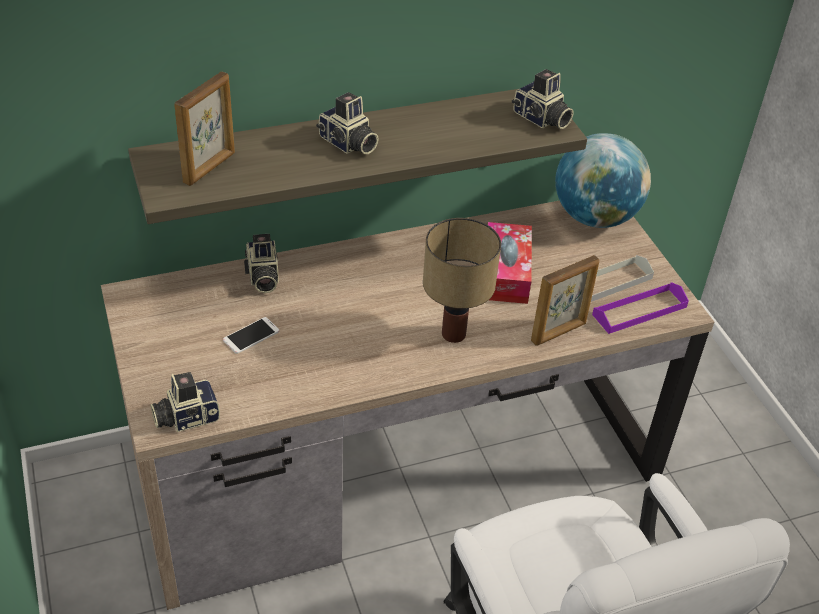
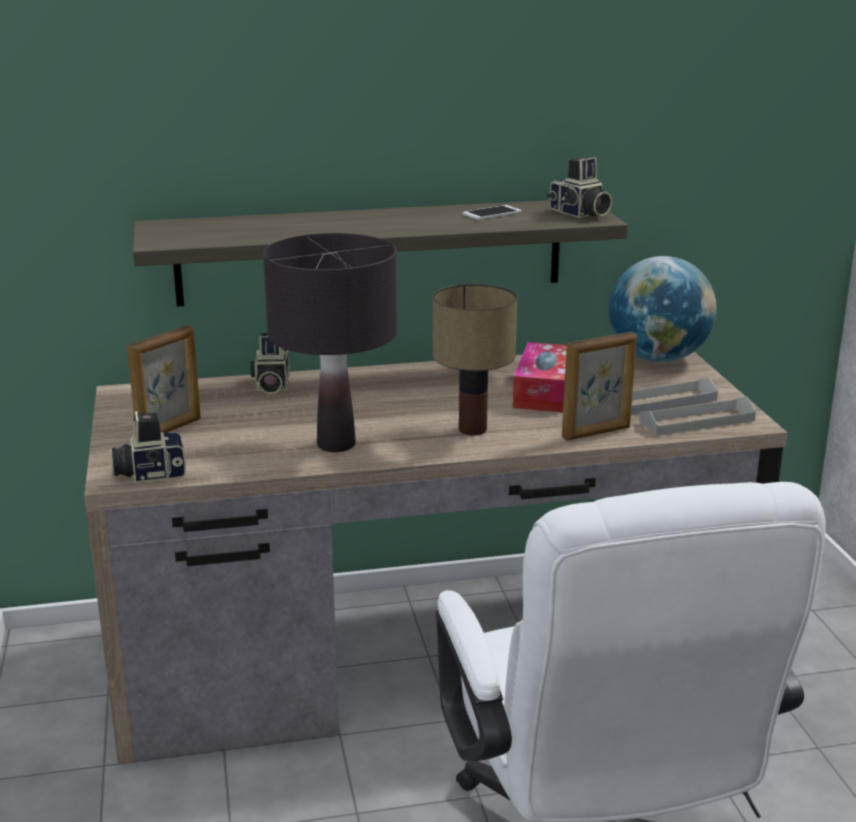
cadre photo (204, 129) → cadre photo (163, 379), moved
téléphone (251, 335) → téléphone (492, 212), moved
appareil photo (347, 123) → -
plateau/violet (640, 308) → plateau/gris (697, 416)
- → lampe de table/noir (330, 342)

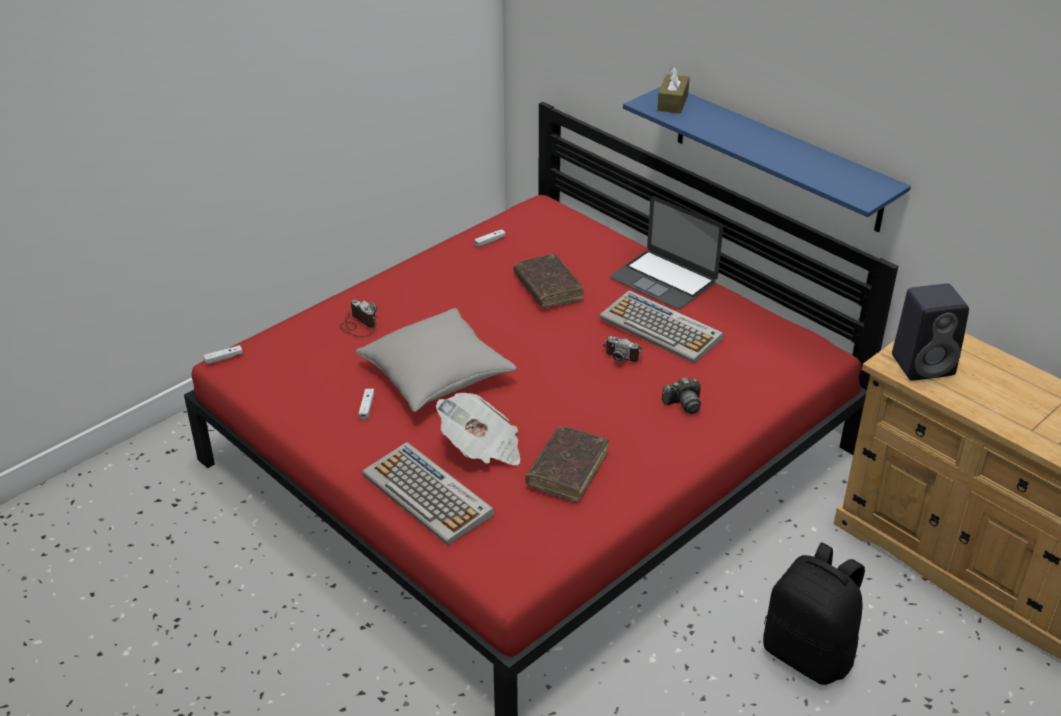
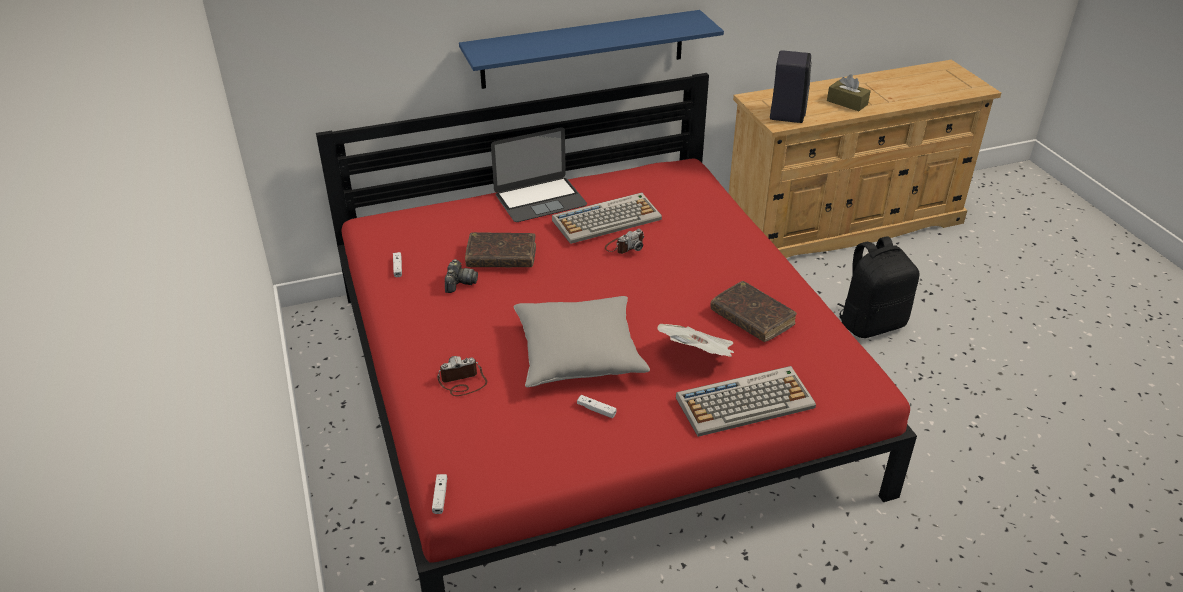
boîte à mouchoirs/marron (673, 90) → boîte à mouchoirs/marron (849, 93), moved
appareil photo (681, 395) → appareil photo (461, 276), moved

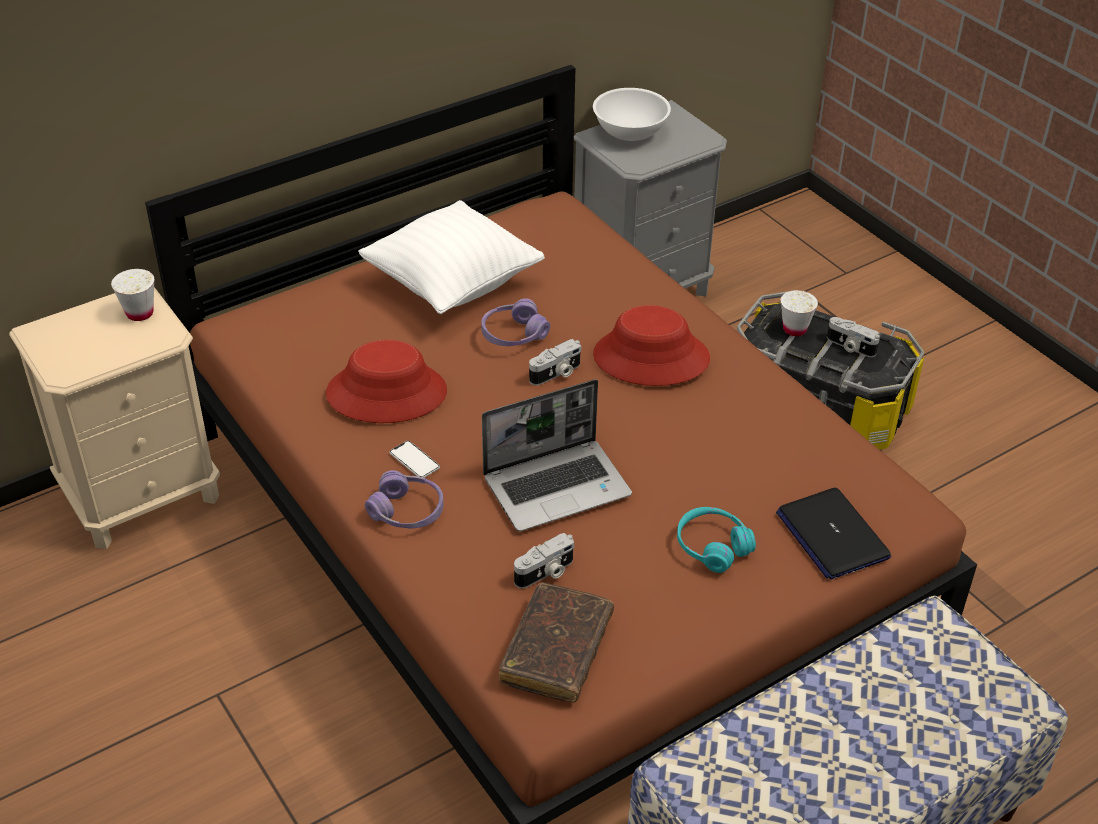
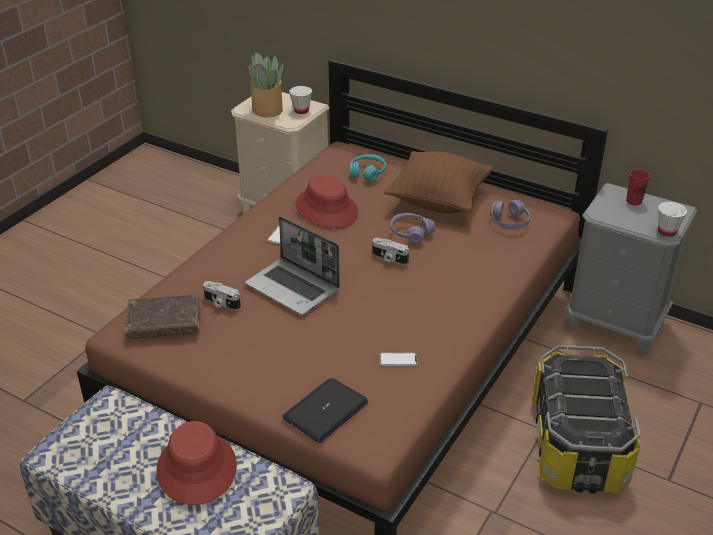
coussin/blanc (451, 257) → coussin/marron (438, 182)
casque audio/violet (404, 499) → casque audio/violet (510, 215), moved
bol/blanc (632, 114) → tasse/rouge (638, 187)
chapeau/rouge (651, 345) → chapeau/rouge (196, 463), moved
casque audio/turquoise (716, 540) → casque audio/turquoise (368, 167), moved
tasse/blanc (799, 313) → tasse/blanc (672, 219), moved
appareil photo (853, 337) → -
- → plante en pot (263, 85)
- → téléphone (399, 359)

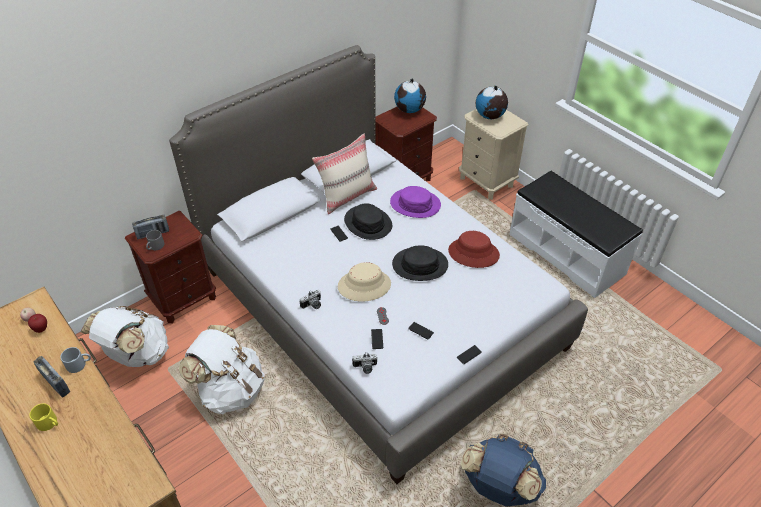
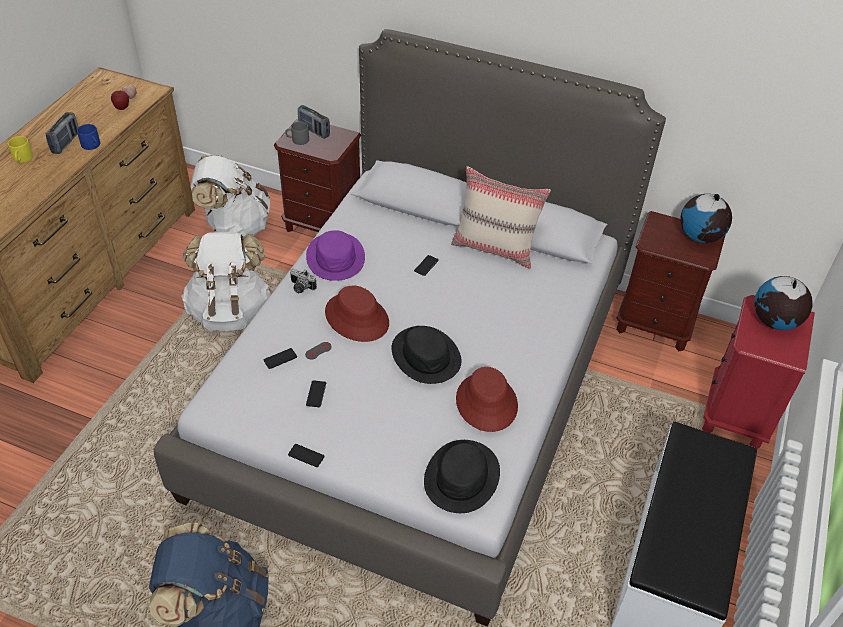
mug/gris (75, 360) → mug/bleu (88, 137)
chapeau/beige (364, 282) → chapeau/rouge (357, 313)
chapeau/noir (368, 221) → chapeau/noir (462, 476), moved
appareil photo (364, 363) → -
chapeau/violet (415, 202) → chapeau/violet (335, 255), moved
table de chevet/beige (494, 154) → table de chevet/rouge (758, 372)

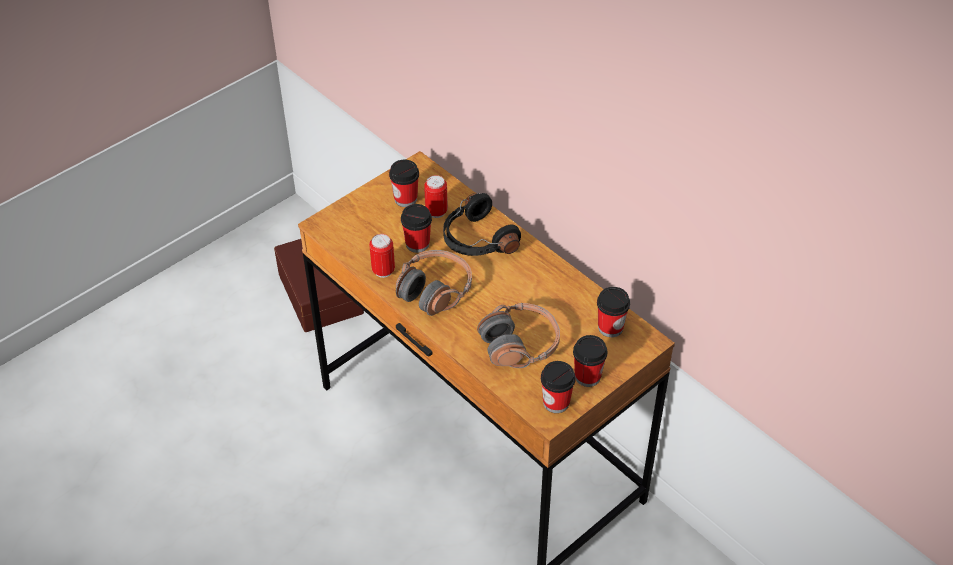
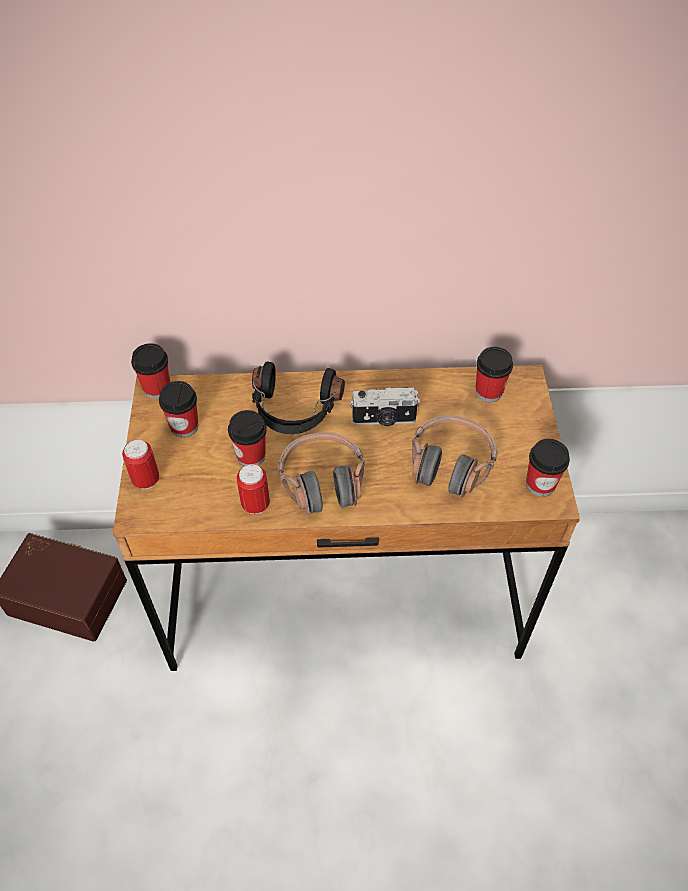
boîte métallique (436, 196) → boîte métallique (140, 464), moved
tasse (590, 361) → tasse (150, 371), moved
- → appareil photo (385, 406)

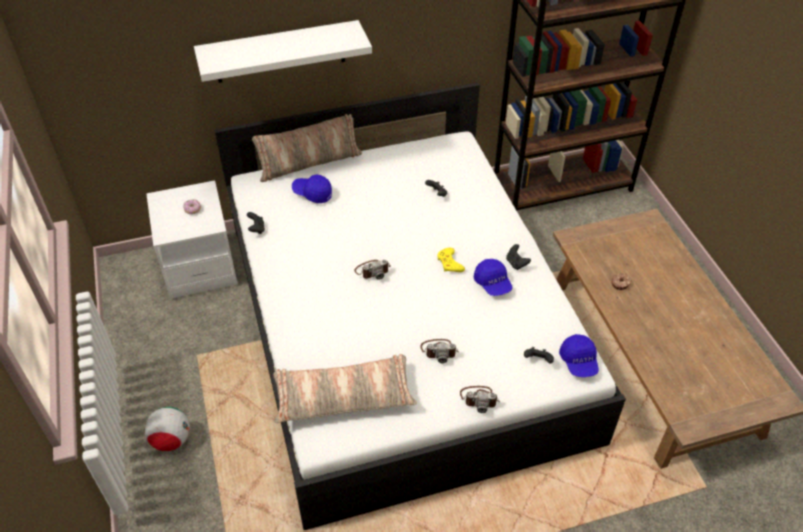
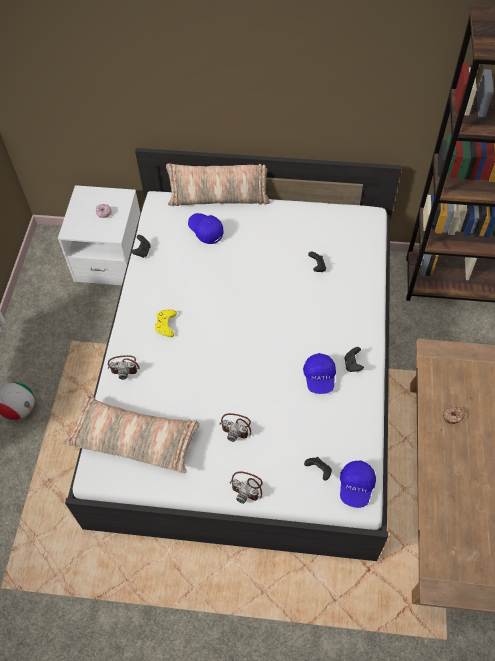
étagère/blanc (283, 51) → -
appareil photo (372, 270) → appareil photo (123, 367), moved
manette/jaune (451, 260) → manette/jaune (166, 323), moved

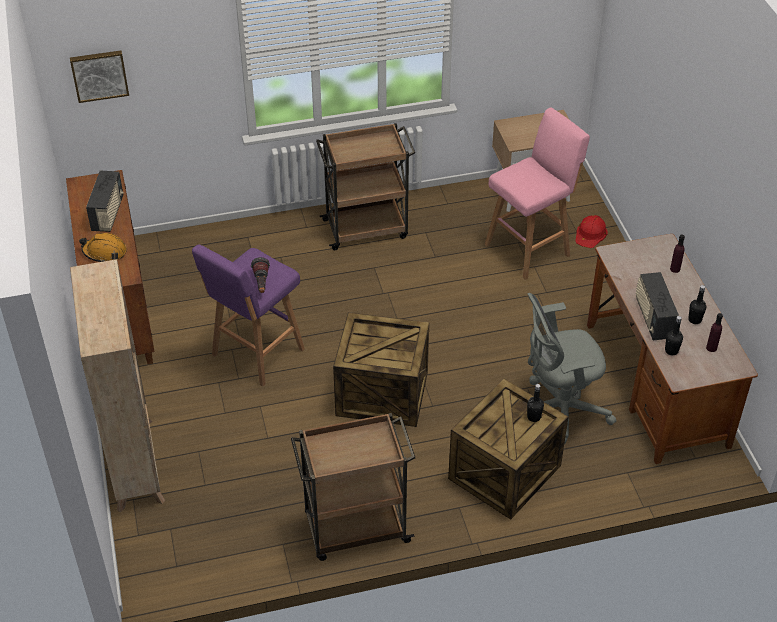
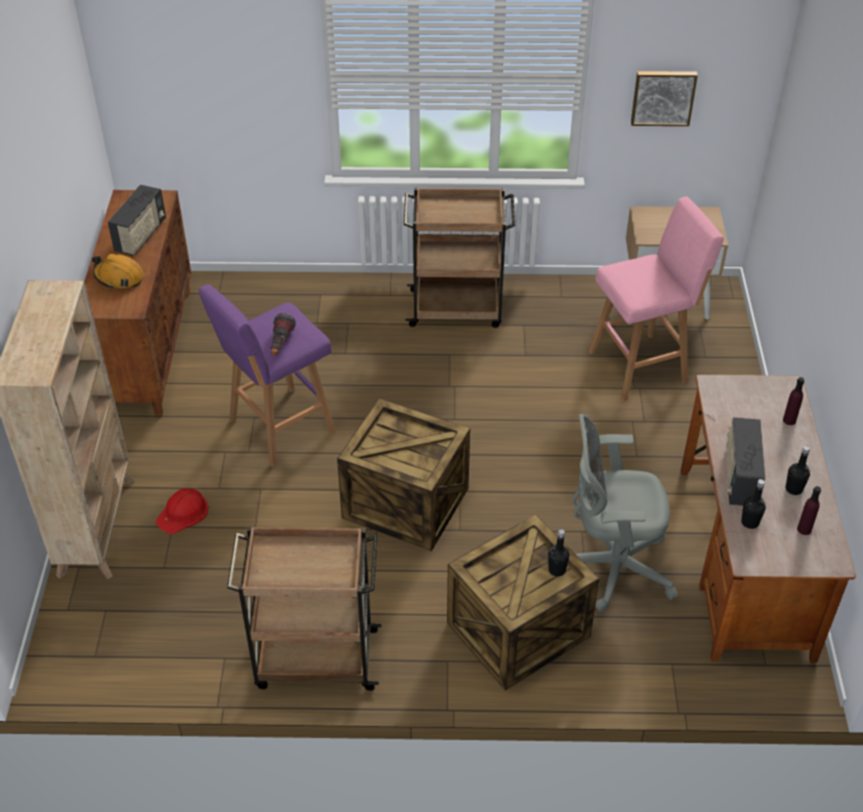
tableau (99, 76) → tableau (664, 98), moved
casque de chantier/rouge (591, 231) → casque de chantier/rouge (182, 511), moved

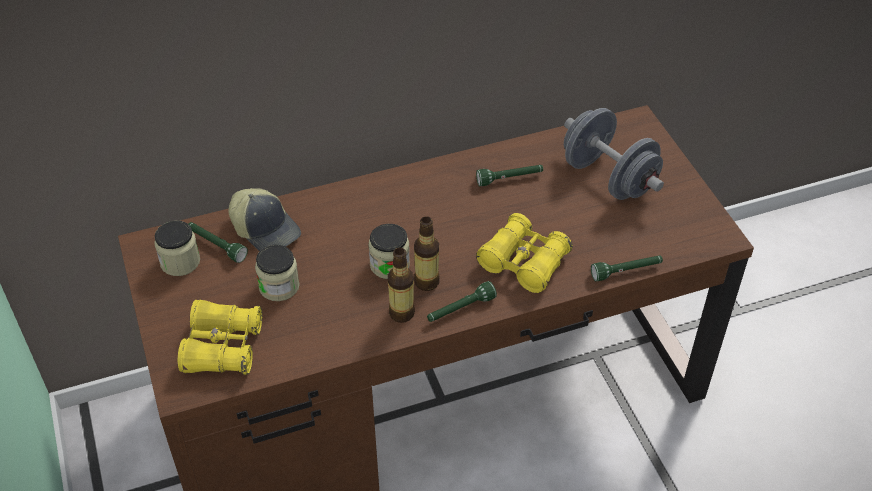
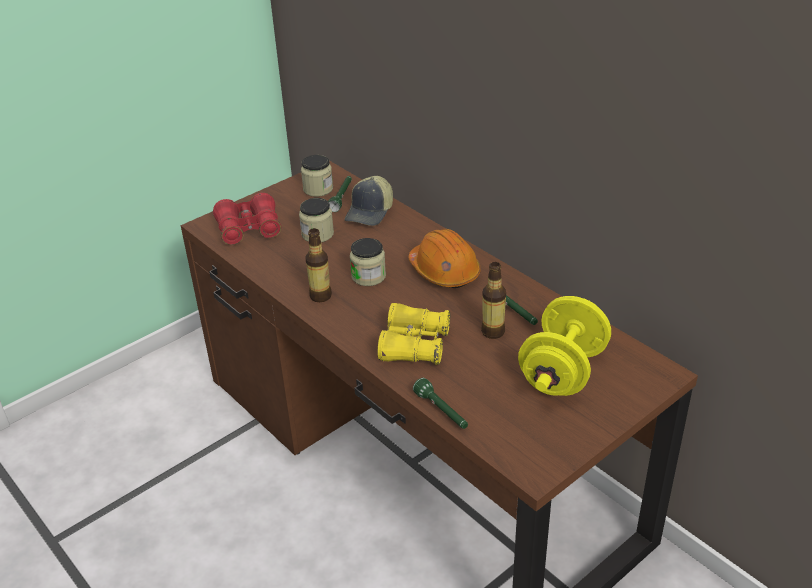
jumelles/jaune (220, 337) → jumelles/rouge (247, 219)
bouteille (427, 253) → bouteille (493, 300), moved
lampe de poche/vert (462, 301) → -
haltère/gris (614, 154) → haltère/jaune (564, 346)
- → casque de chantier/orange (444, 258)

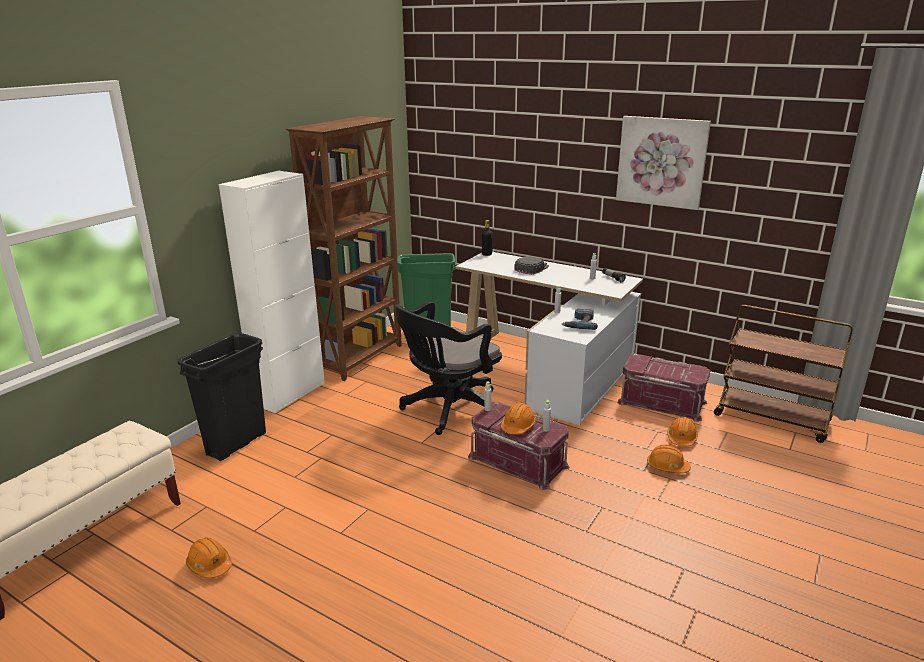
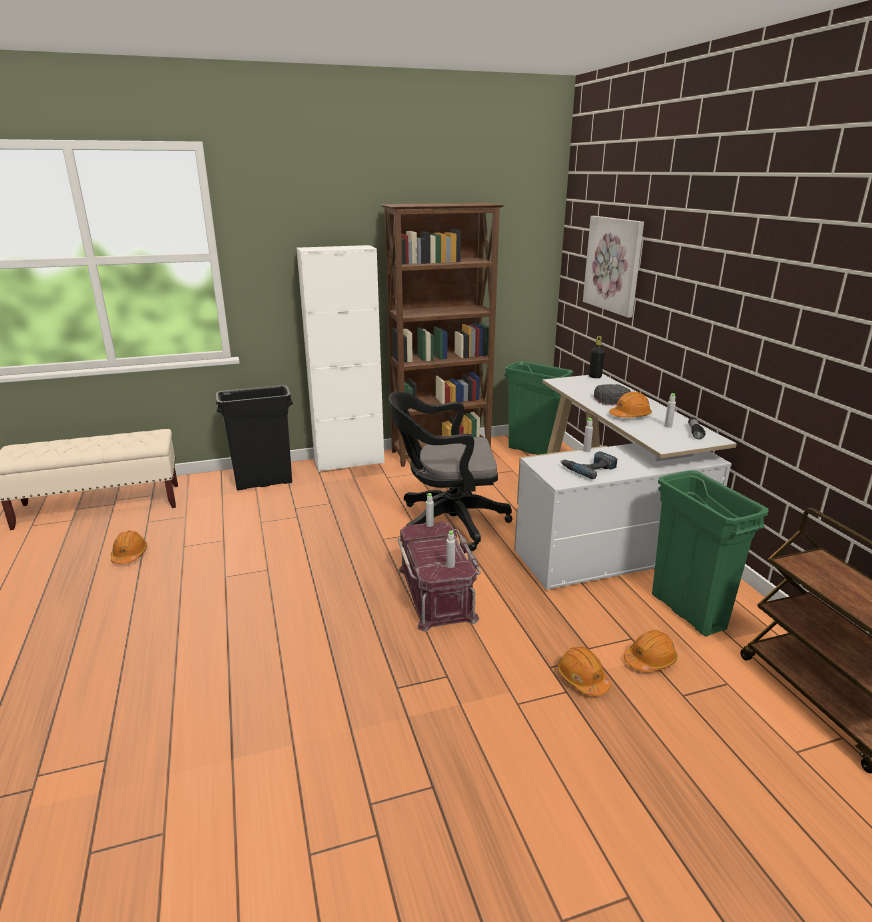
casque de chantier/orange (518, 418) → casque de chantier/orange (630, 405), moved
tableau (663, 163) → tableau (613, 267), moved
boîte de rangement/rouge (663, 388) → poubelle/vert (710, 553)

